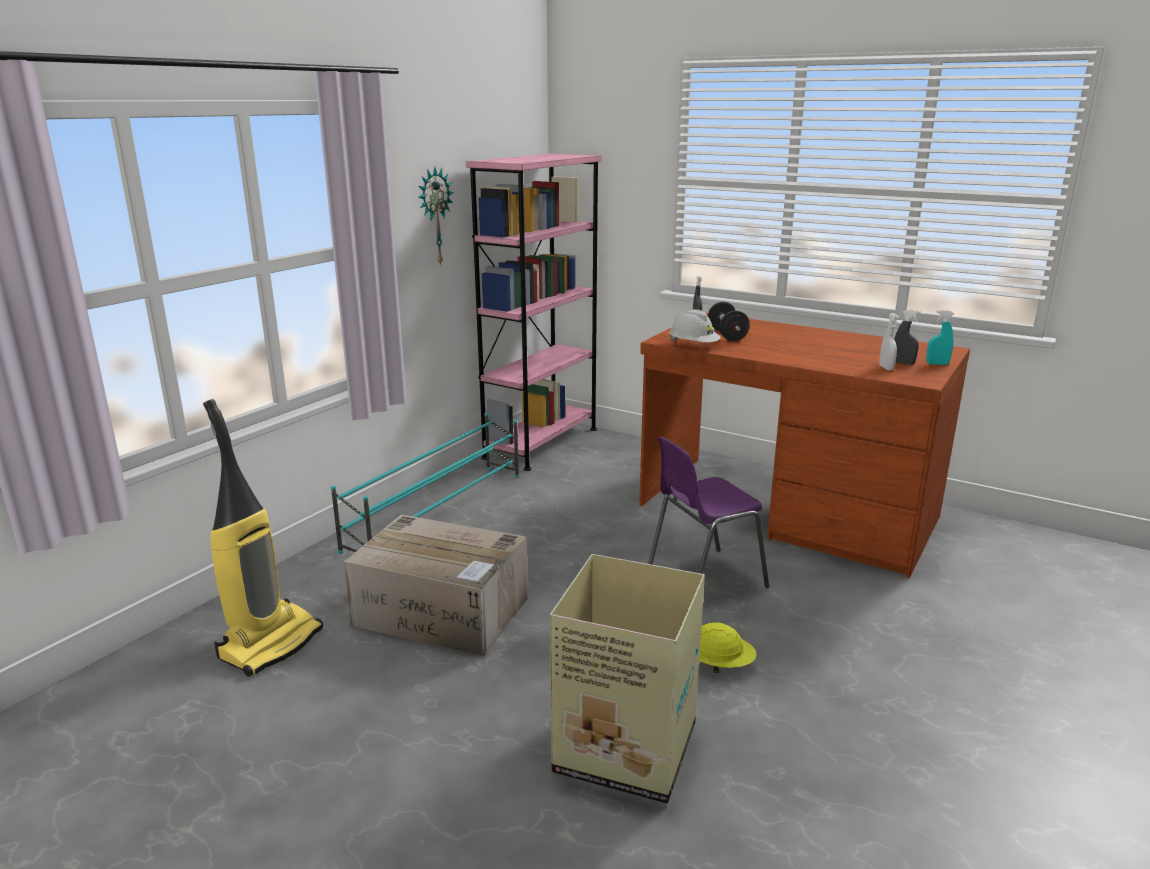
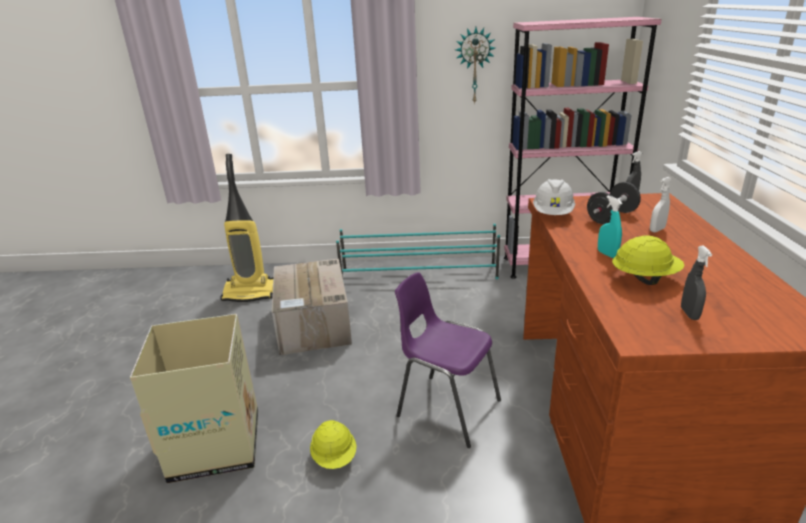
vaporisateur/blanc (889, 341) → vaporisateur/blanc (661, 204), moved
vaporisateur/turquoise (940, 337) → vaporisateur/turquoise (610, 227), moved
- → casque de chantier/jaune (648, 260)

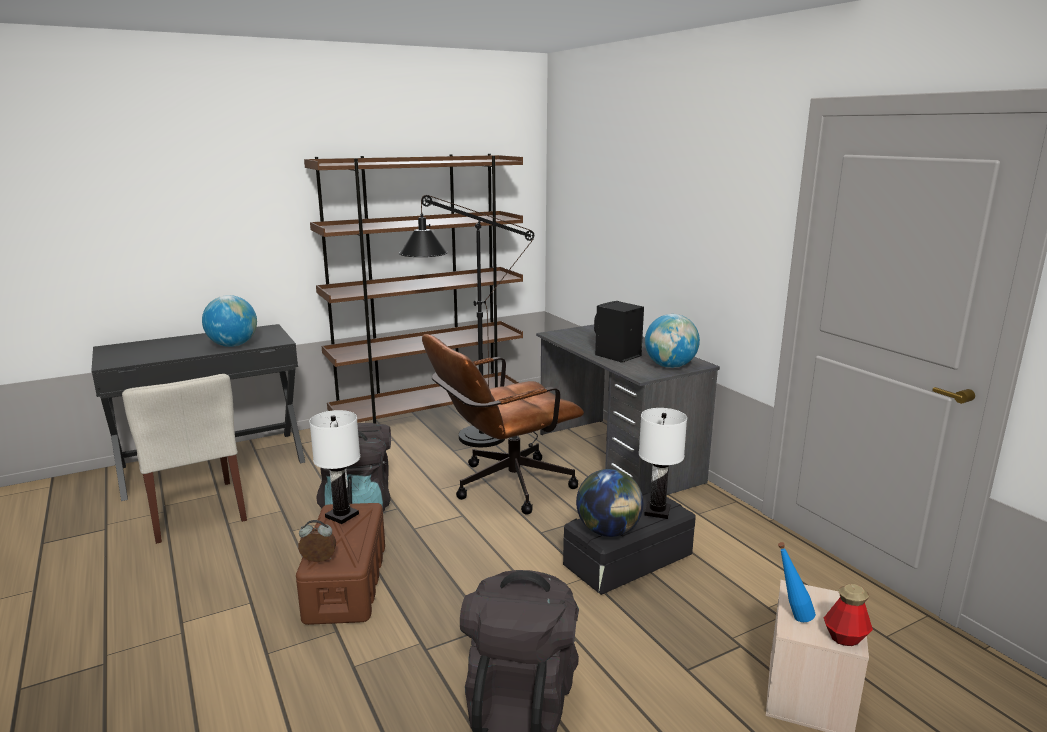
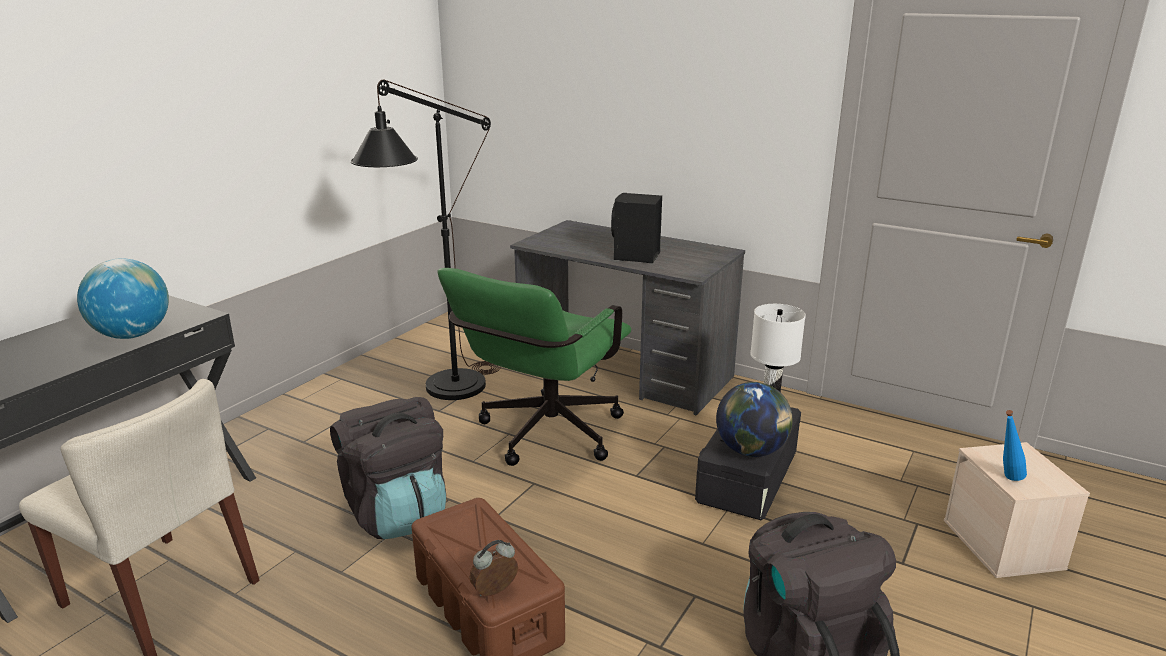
bibliothèque/marron (413, 289) → -
lampe de table/blanc (334, 467) → -
chaise de bureau/marron (503, 424) → chaise de bureau/vert (534, 367)
globe (672, 341) → -
bouteille (848, 615) → -

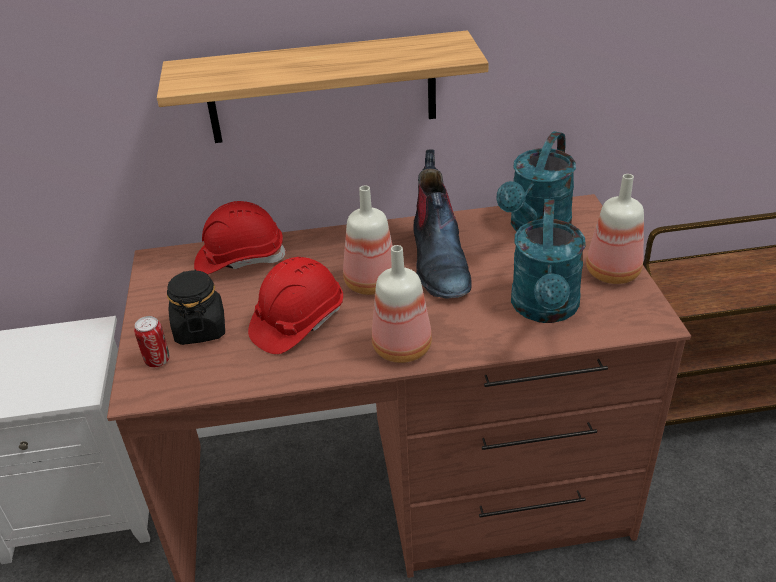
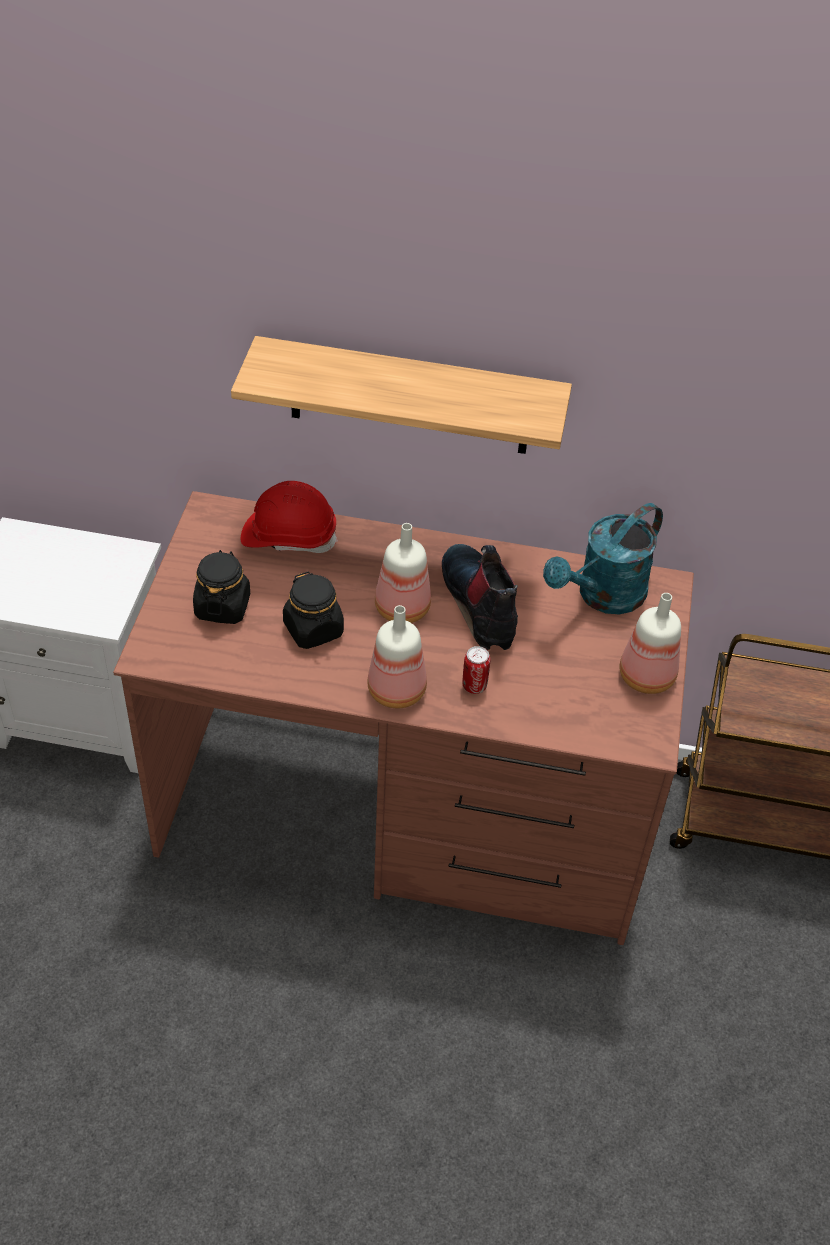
boîte métallique (152, 341) → boîte métallique (476, 670), moved
casque de chantier/rouge (295, 305) → bocal/noir (313, 610)
botte (442, 224) → botte (480, 597), 150 degrees clockwise
arrosoir/turquoise (548, 261) → -

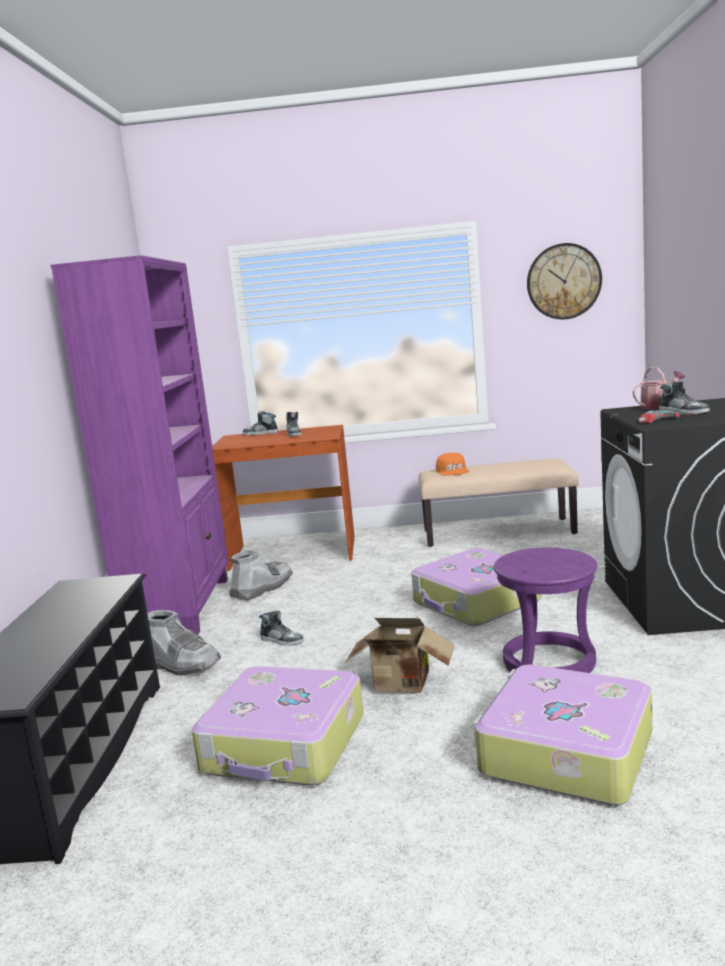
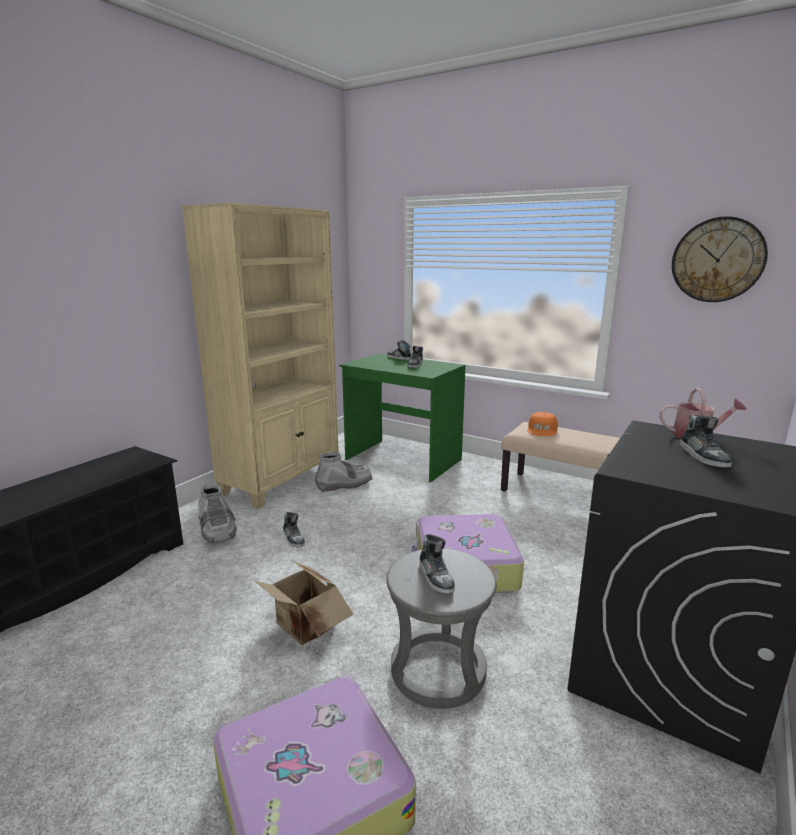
bibliothèque/violet (140, 444) → bibliothèque/beige (260, 356)
valise (278, 725) → -
bureau/marron (283, 498) → bureau/vert (402, 417)
tabouret/violet (545, 610) → tabouret/gris (441, 628)
perceuse (666, 416) → -
- → chaussure (437, 564)

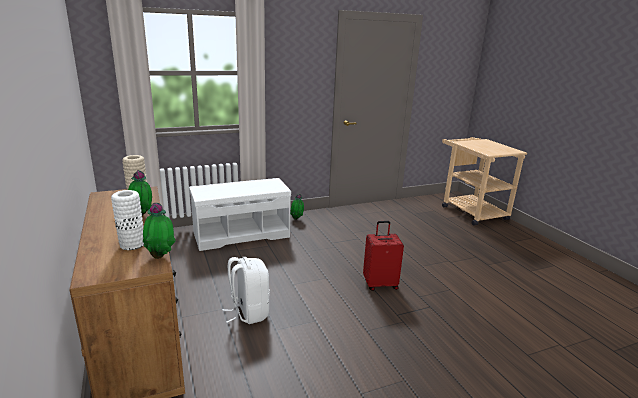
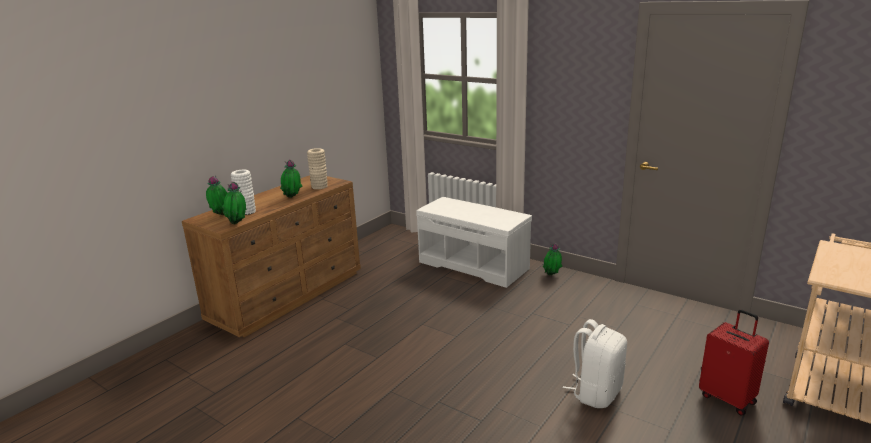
sac à dos/blanc (246, 290) → sac à dos/blanc (595, 363), moved
valise/rouge (383, 256) → valise/rouge (734, 362), moved
- → plante en pot (216, 195)

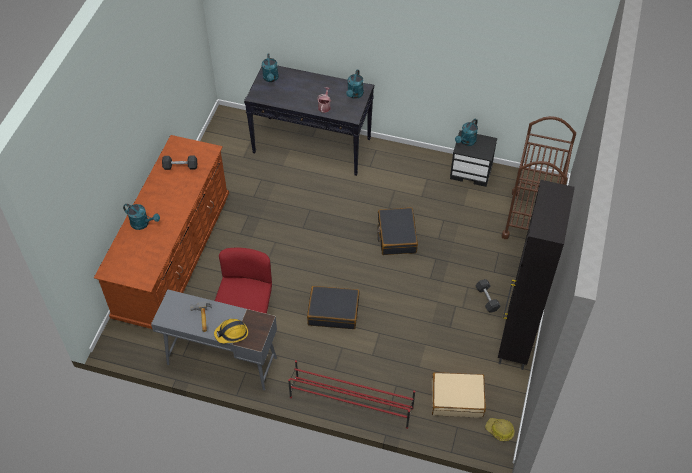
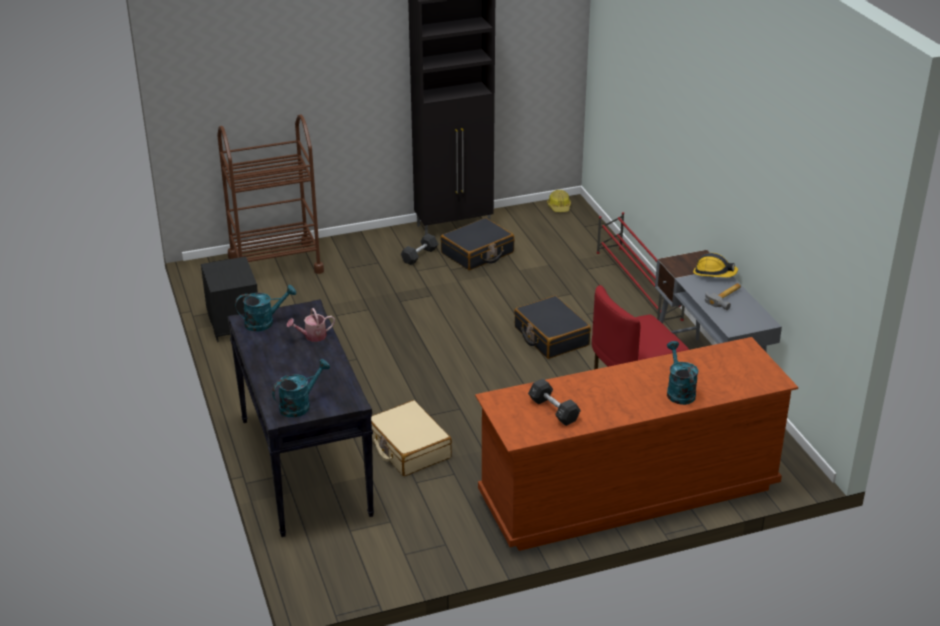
valise/noir (397, 231) → valise/noir (477, 244), moved
valise/beige (459, 395) → valise/beige (411, 438), moved
arrosoir/turquoise (466, 132) → -

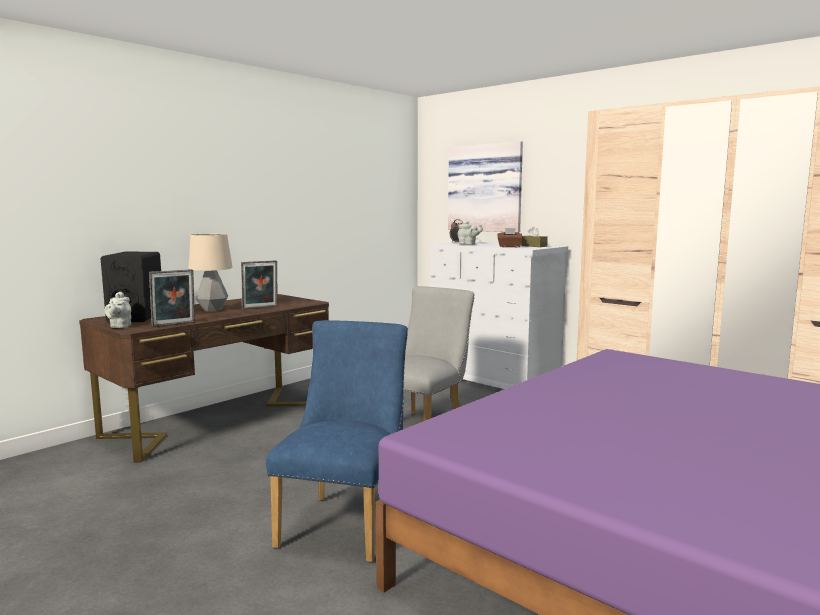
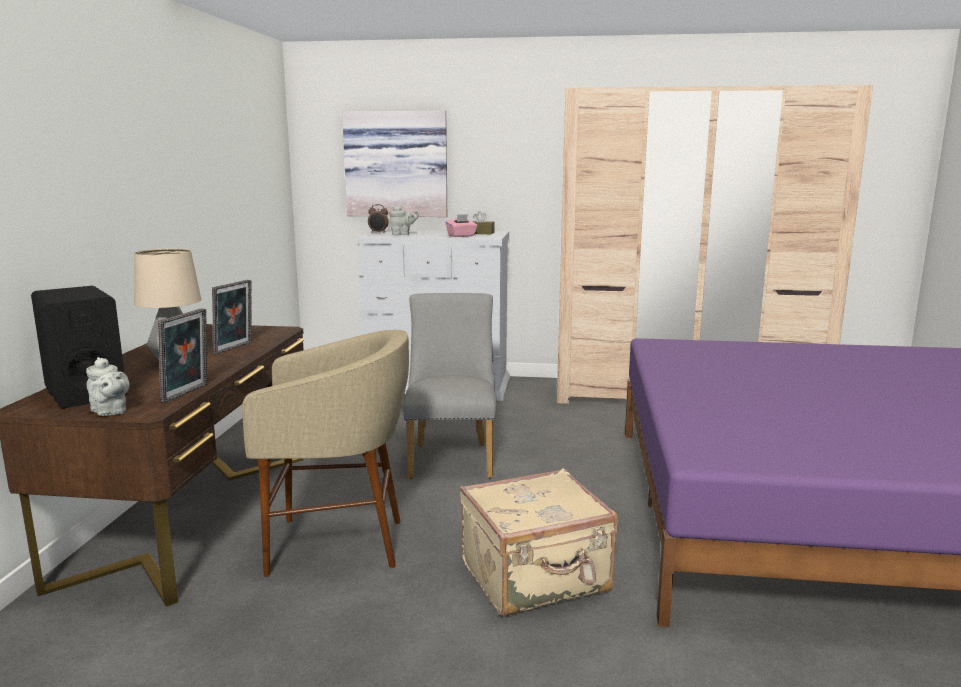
chaise/bleu (337, 441) → valise/beige (539, 542)
boîte à mouchoirs/marron (510, 237) → boîte à mouchoirs/rose (461, 225)
- → tabouret/beige (325, 453)

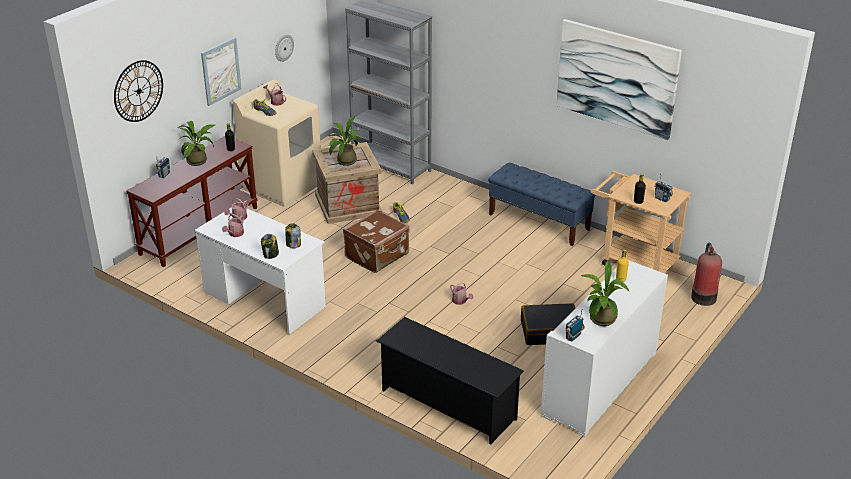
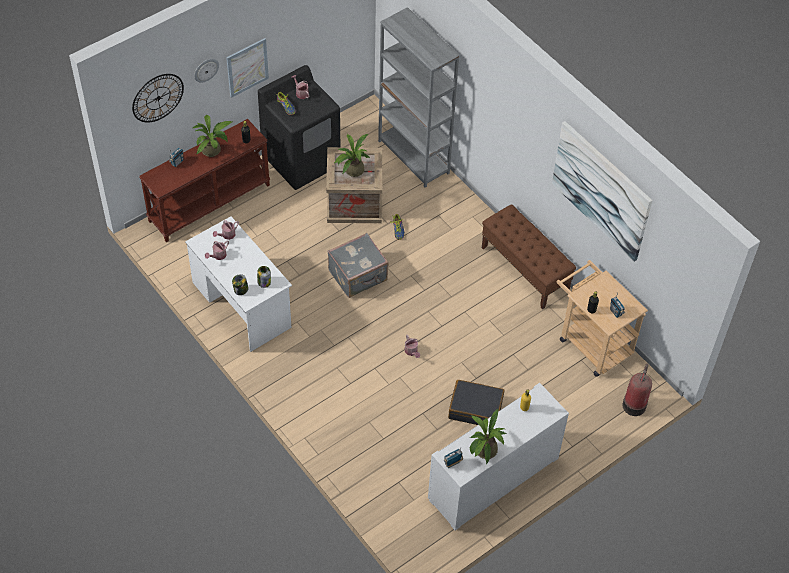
lave-linge/beige (277, 143) → lave-linge/noir (299, 127)
horloge murale (284, 48) → horloge murale (206, 71), moved
valise/marron (376, 241) → valise/gris (357, 265)
étagère à chaussures/noir (450, 380) → -
banc/bleu (541, 204) → banc/marron (529, 256)

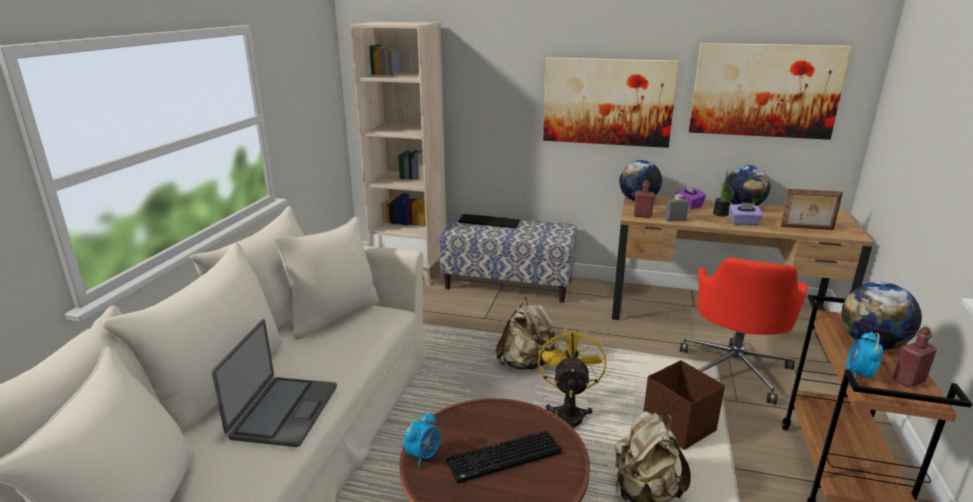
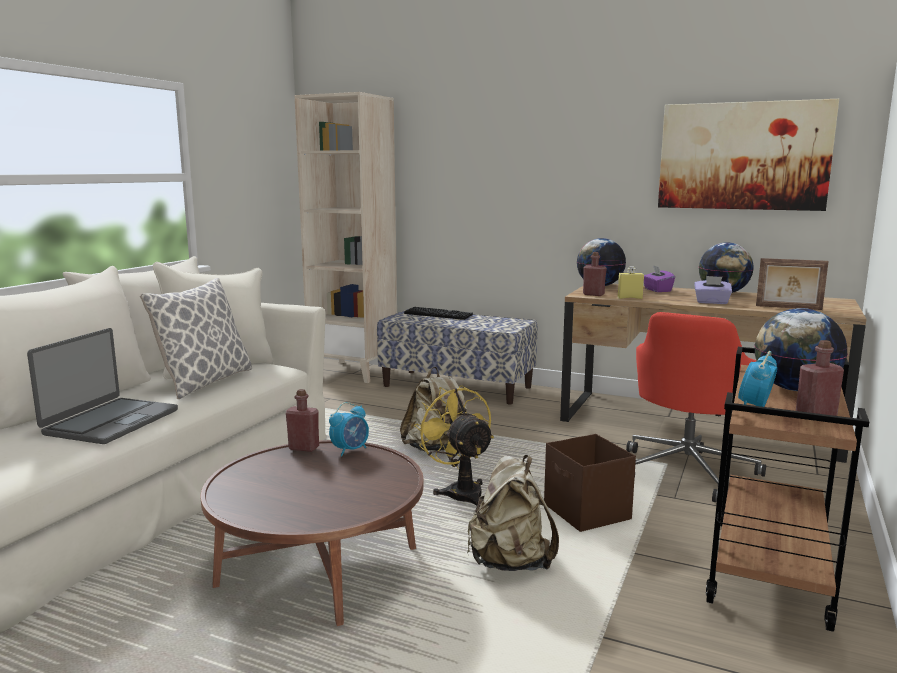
réveil (422, 439) → réveil (349, 429), moved
clavier (503, 457) → -
ventilateur/jaune (572, 377) → ventilateur/jaune (454, 445), 45 degrees counterclockwise
tableau (611, 102) → -
bouteille/gris (677, 208) → bouteille/jaune (631, 283)
plante en pot (722, 194) → -
- → coussin (196, 338)
- → bouteille/rouge (302, 420)

